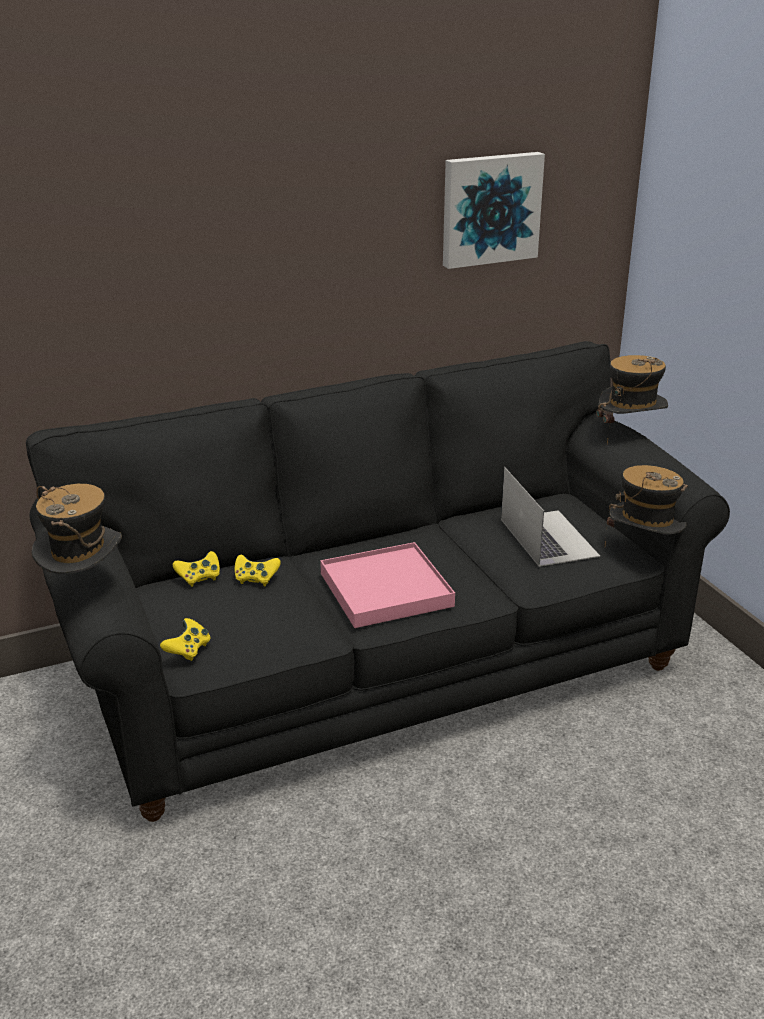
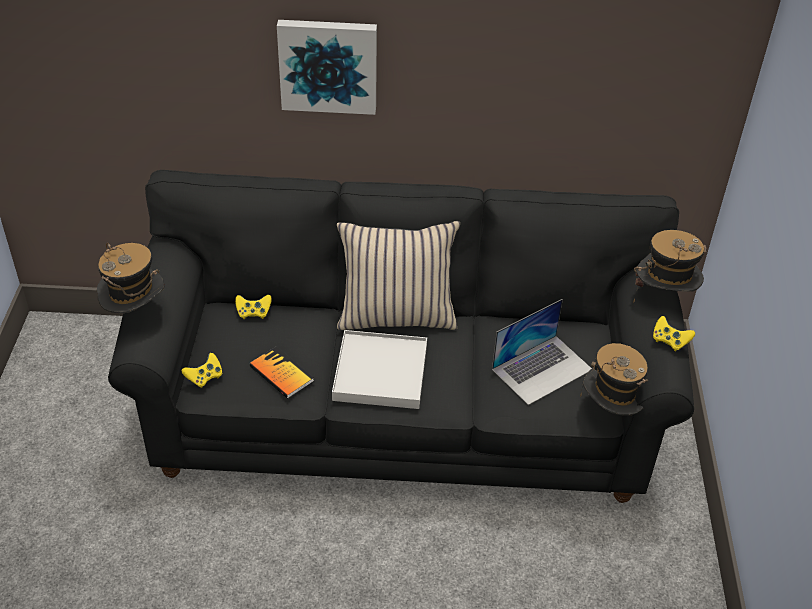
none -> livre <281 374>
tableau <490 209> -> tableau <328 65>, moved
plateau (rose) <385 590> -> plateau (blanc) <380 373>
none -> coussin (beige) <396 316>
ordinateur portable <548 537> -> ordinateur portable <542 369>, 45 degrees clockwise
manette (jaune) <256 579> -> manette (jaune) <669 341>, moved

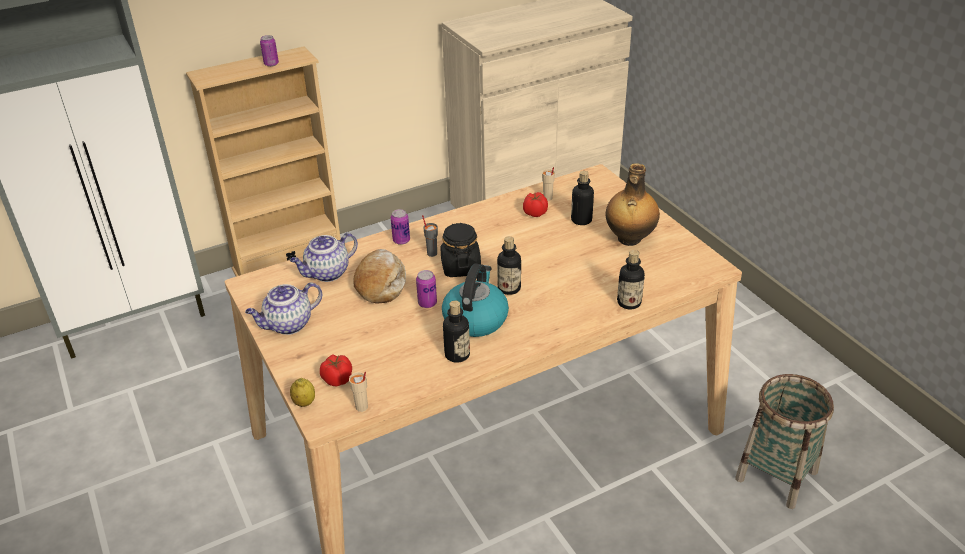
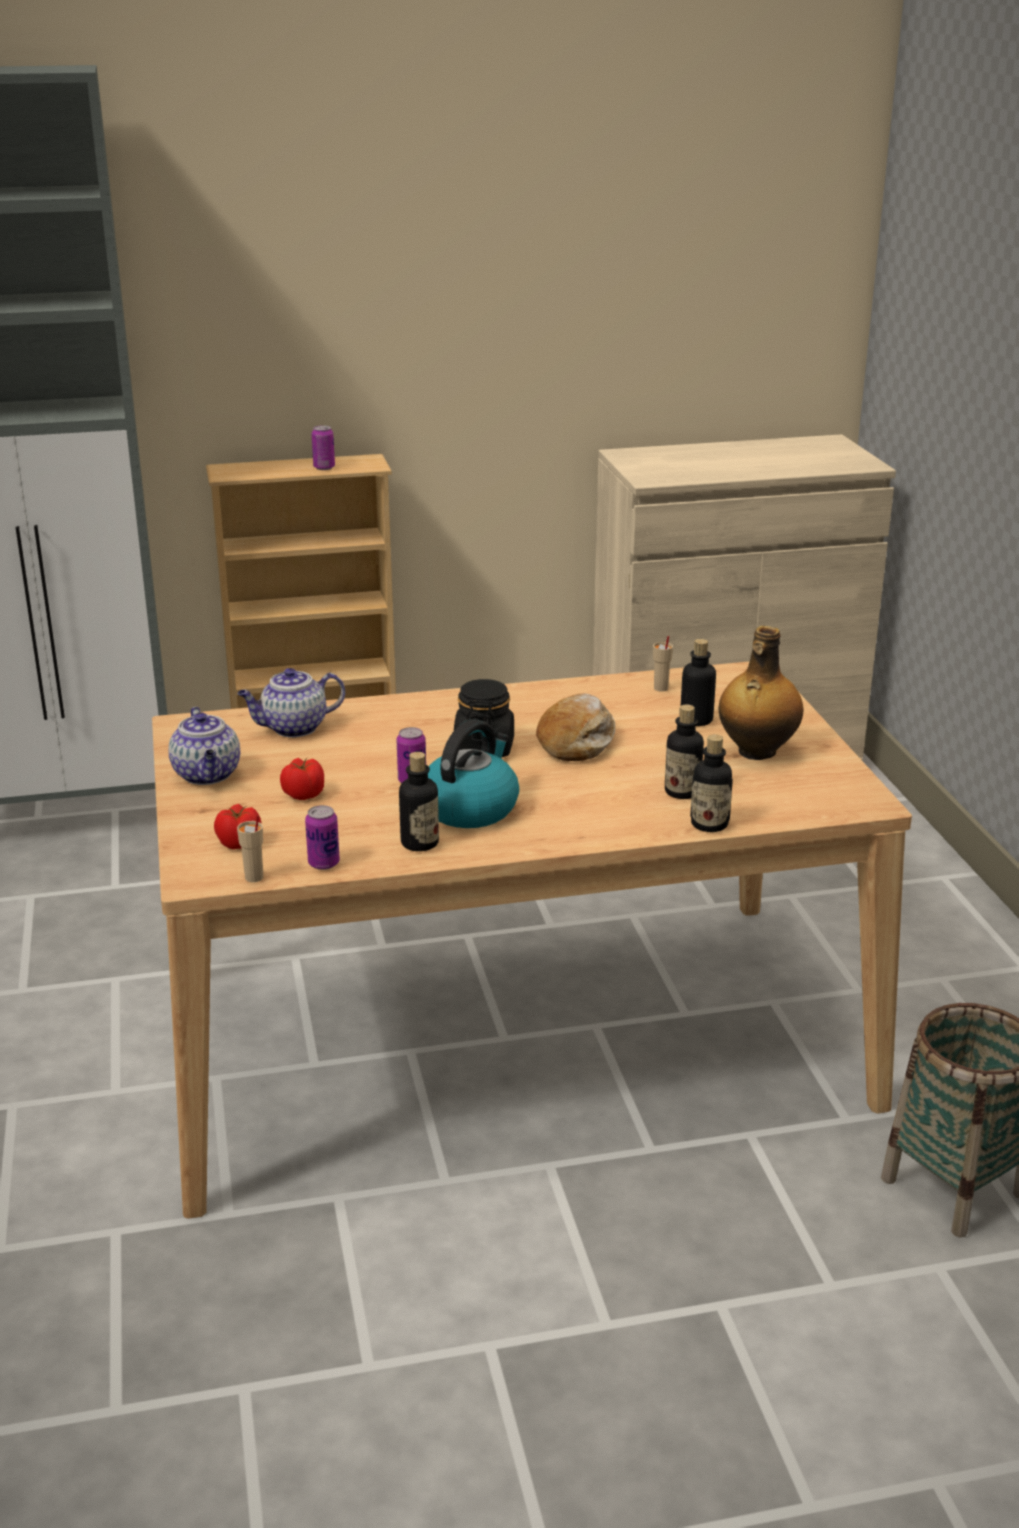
théière <288 325> -> théière <208 775>, 90 degrees counterclockwise
tomate <534 213> -> tomate <303 794>, moved
boîte métallique <401 240> -> boîte métallique <324 863>, moved
pain <381 283> -> pain <576 741>, moved
bouteille <509 288> -> bouteille <682 792>, moved
citron <304 403> -> none
tasse (gris) <432 253> -> none

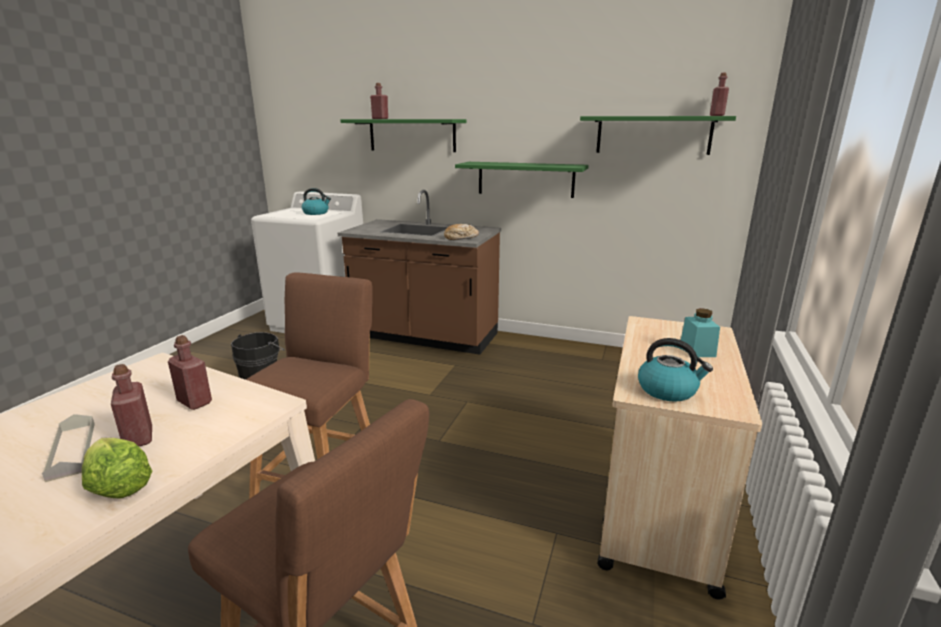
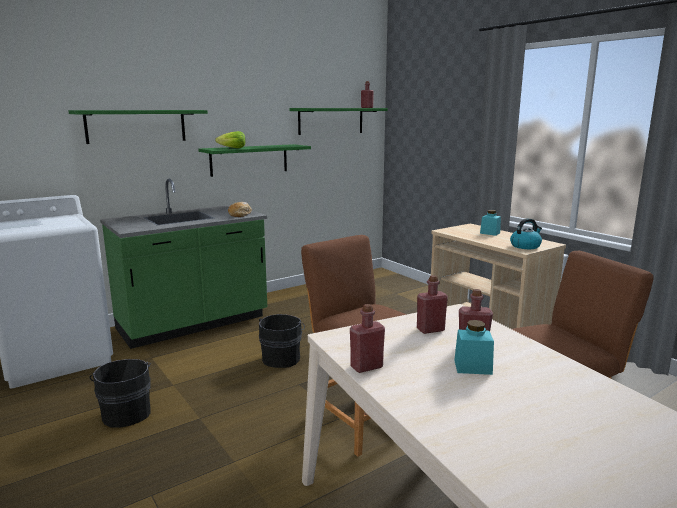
comptoir de cuisine (marron) <424 337> -> comptoir de cuisine (vert) <193 324>
laitue <118 485> -> laitue <232 148>, moved
none -> seau (noir) <282 358>
bouteille (rouge) <380 119> -> bouteille (rouge) <366 367>, moved
plateau (gris) <71 450> -> bocal (turquoise) <473 367>
bouilloire <316 213> -> none

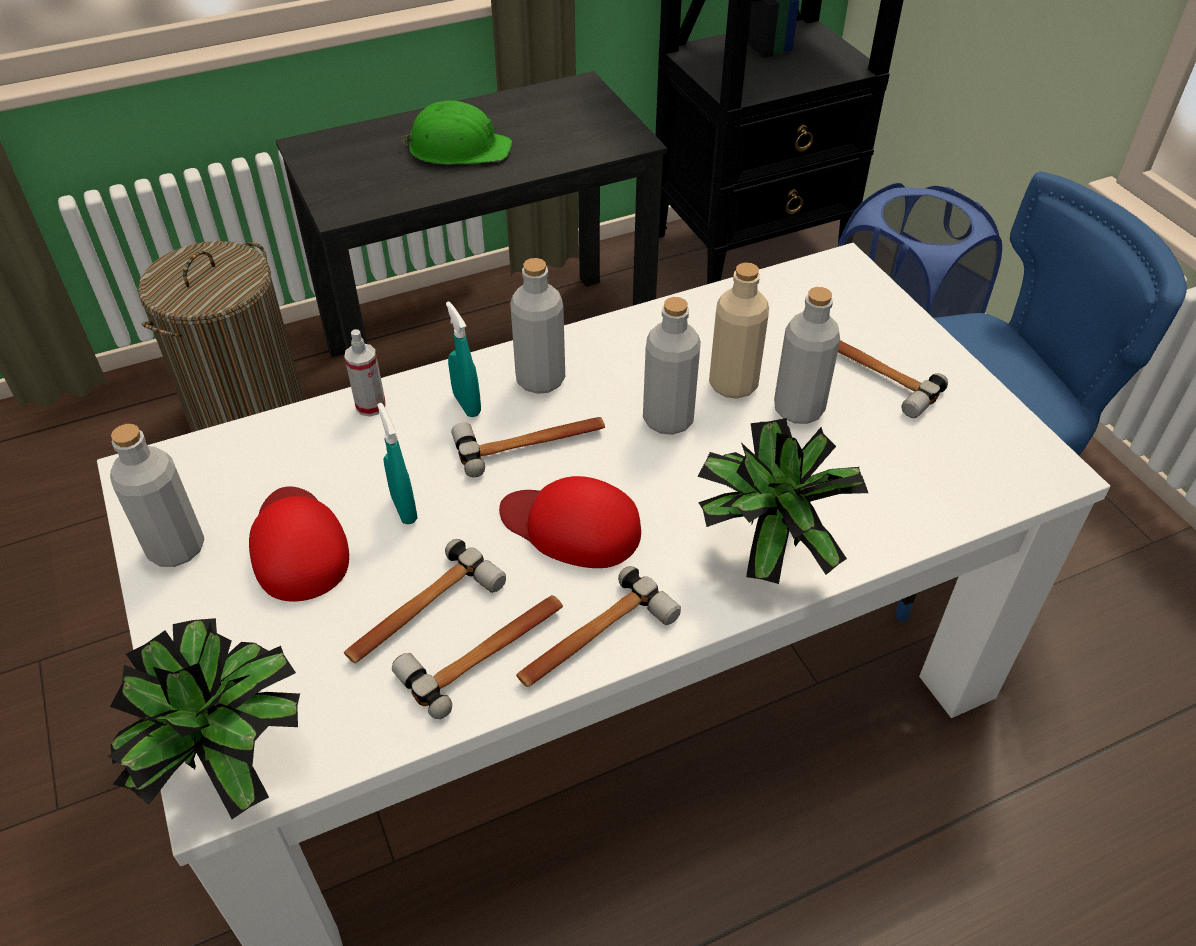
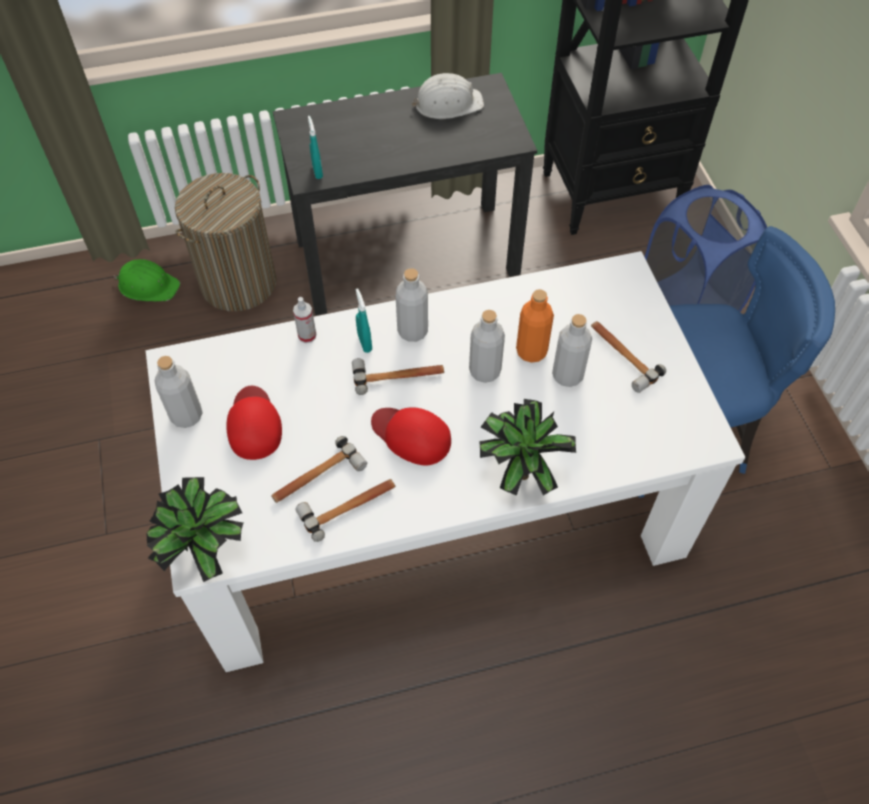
casque de chantier (vert) <458 148> -> casque de chantier (vert) <148 285>, moved
vaporisateur (turquoise) <404 509> -> vaporisateur (turquoise) <317 171>, moved
none -> casque de chantier (blanc) <448 104>
bouteille (beige) <733 384> -> bouteille (orange) <531 351>
marteau <593 641> -> none

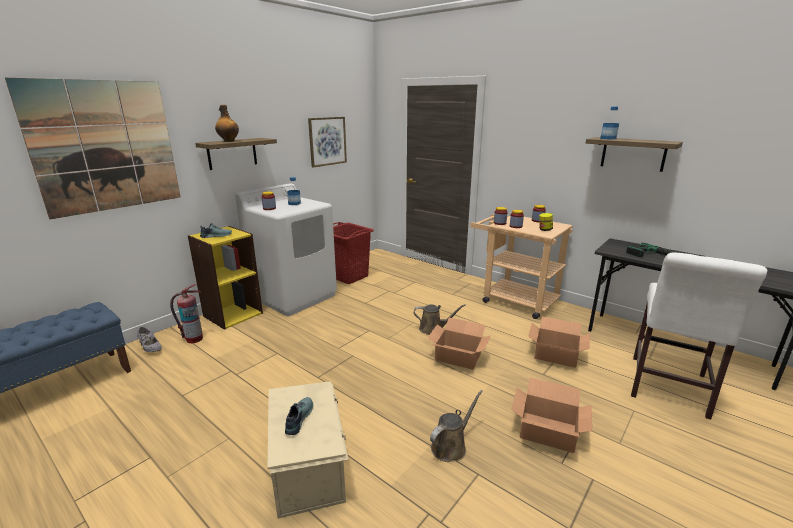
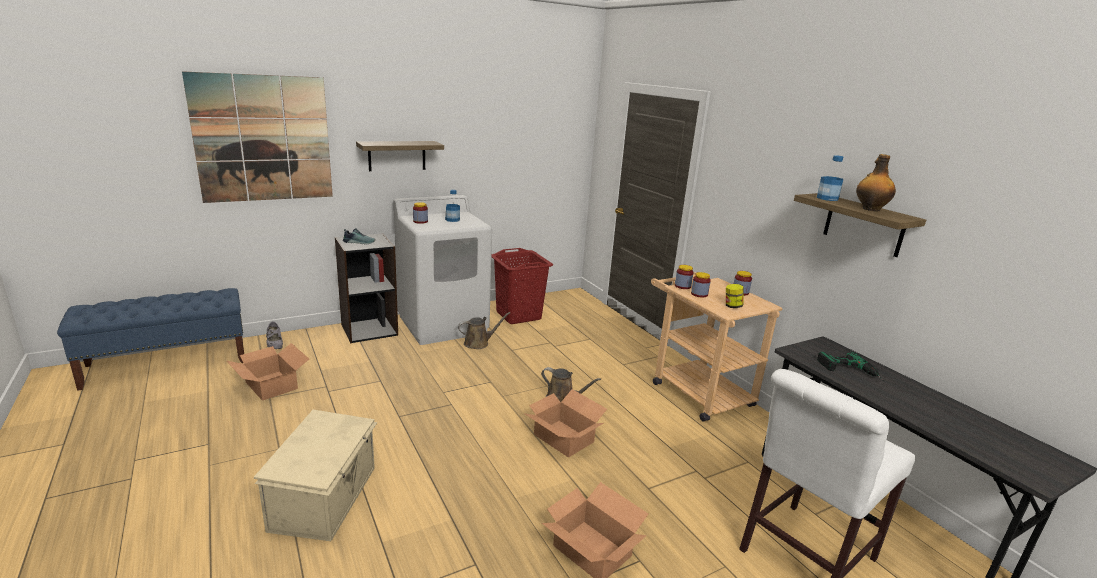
carton <556 355> -> carton <271 386>, moved
bibliothèque (jaune) <232 314> -> bibliothèque (noir) <369 329>
arrosoir (marron) <451 446> -> arrosoir (marron) <479 343>, moved
bouteille <228 141> -> bouteille <870 209>, moved
extincteur <194 339> -> none
chaussure <298 418> -> none
tableau <327 141> -> none

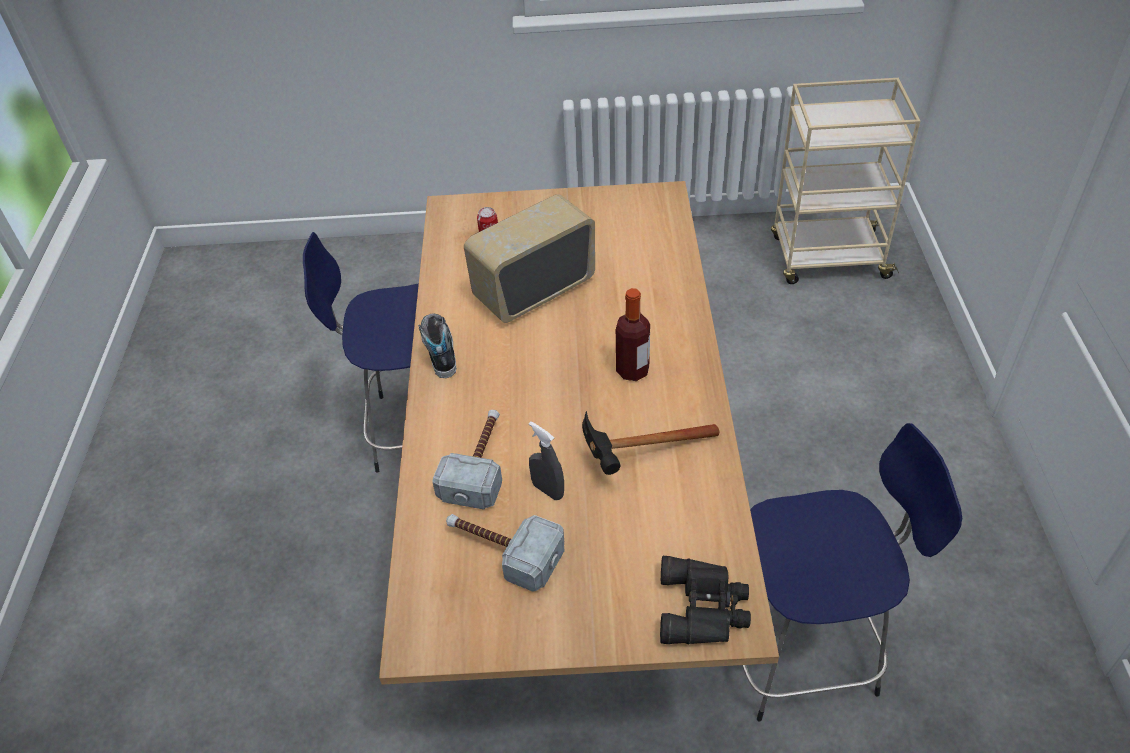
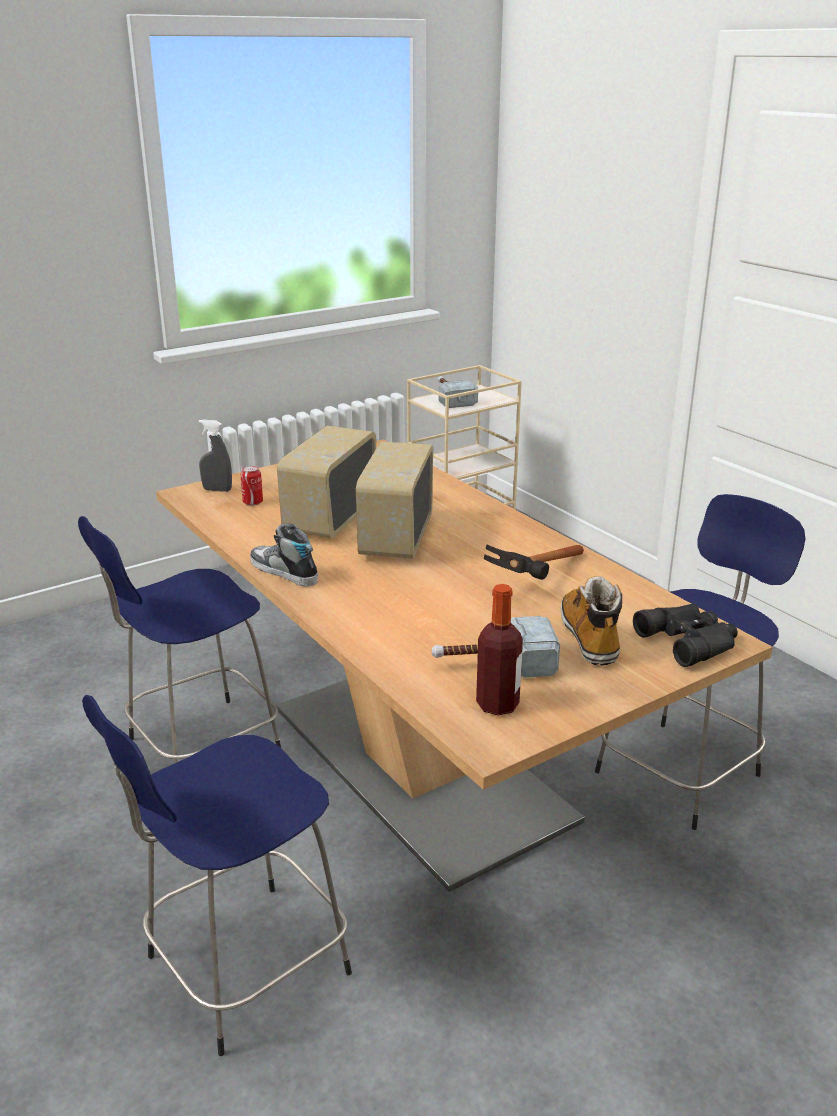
none -> tabouret (bleu) <241 968>
vaporisateur (gris) <548 490> -> vaporisateur (gris) <217 490>, moved
none -> radio <395 538>
marteau <480 464> -> marteau <451 398>, moved
bouteille <632 370> -> bouteille <497 705>, moved
none -> botte <590 638>

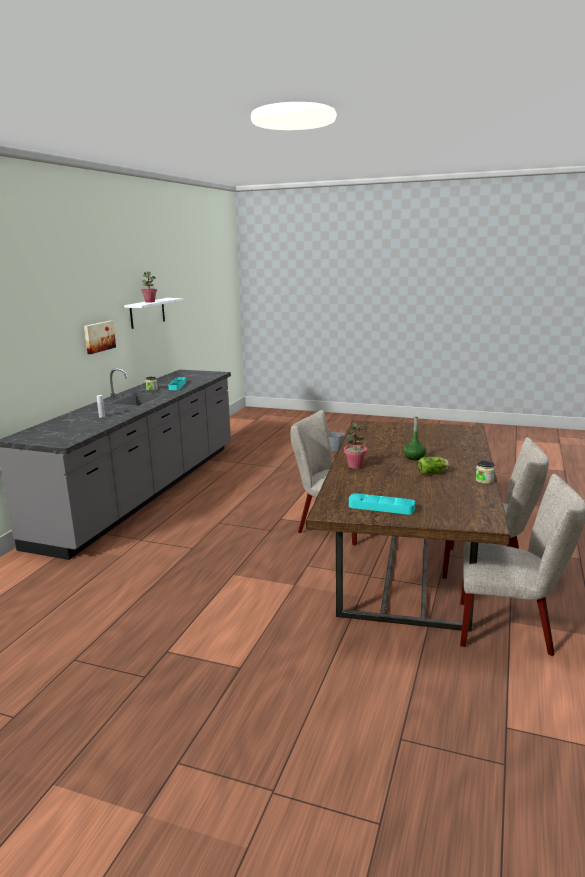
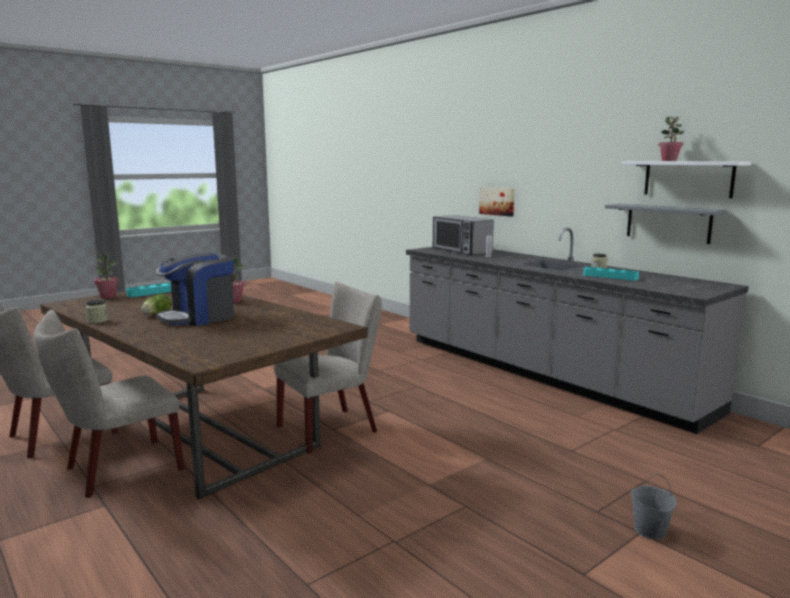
none -> plante en pot <108 296>
bouteille (vert) <414 457> -> machine à café <199 318>
none -> micro-ondes <461 250>
tableau <98 337> -> tableau <497 201>, moved
none -> étagère (gris) <668 223>

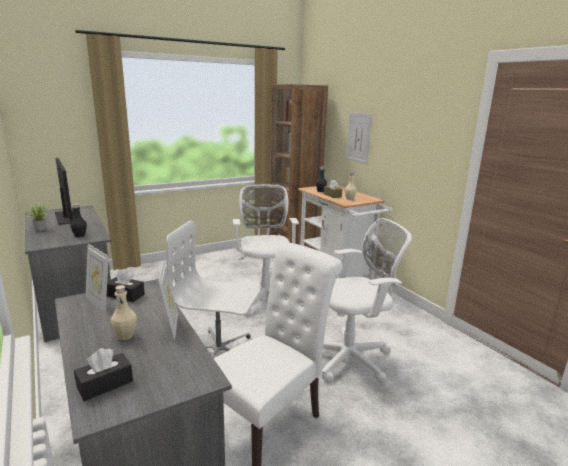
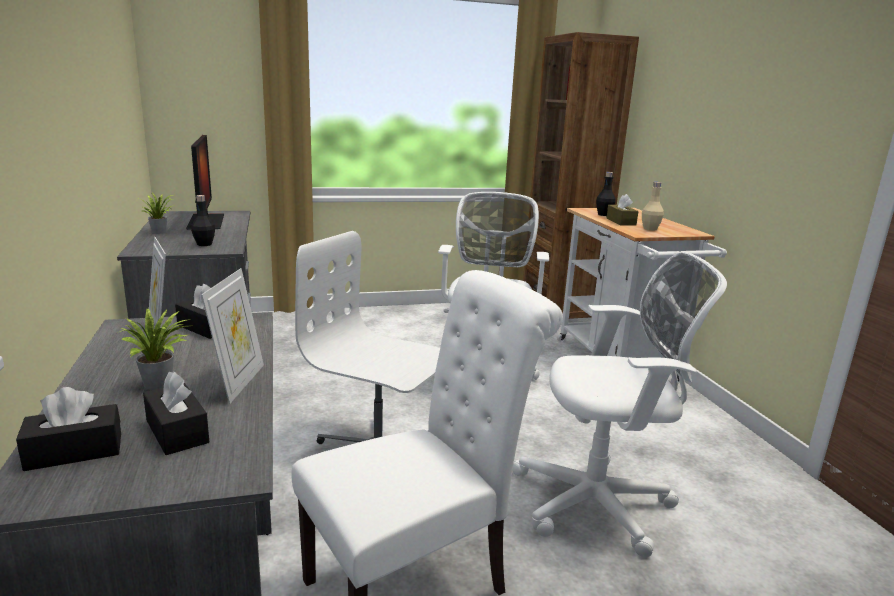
bouteille (beige) <125 335> -> plante en pot <161 384>
none -> boîte à mouchoirs (noir) <177 431>
tableau <358 138> -> none

